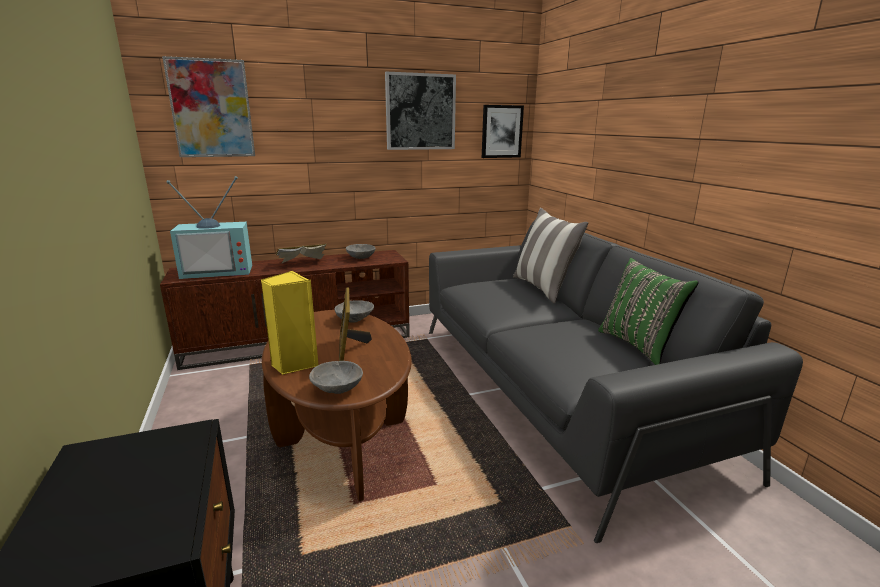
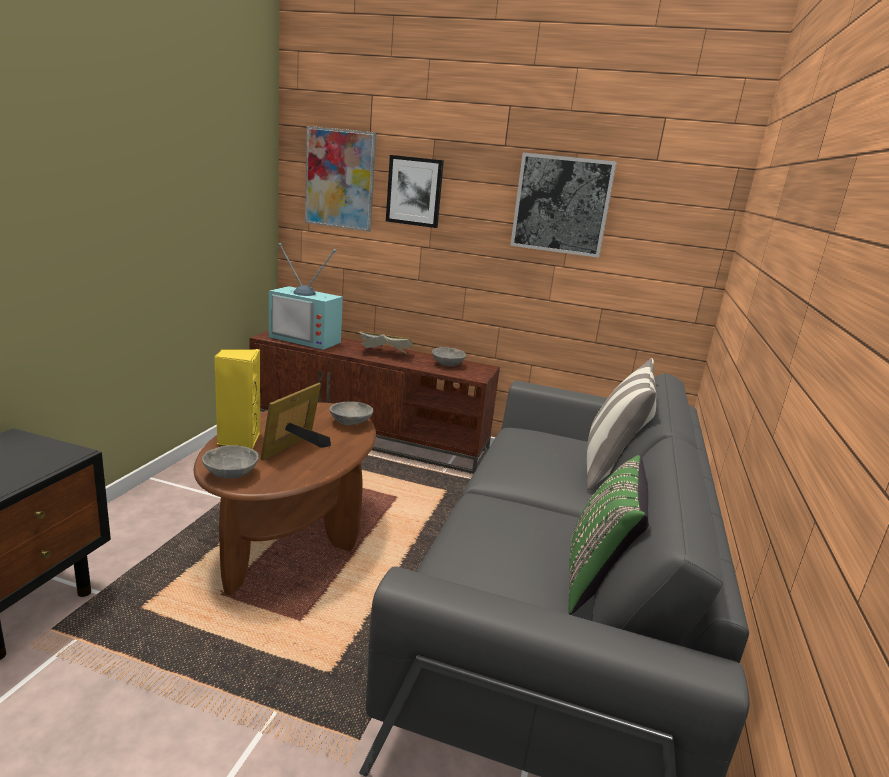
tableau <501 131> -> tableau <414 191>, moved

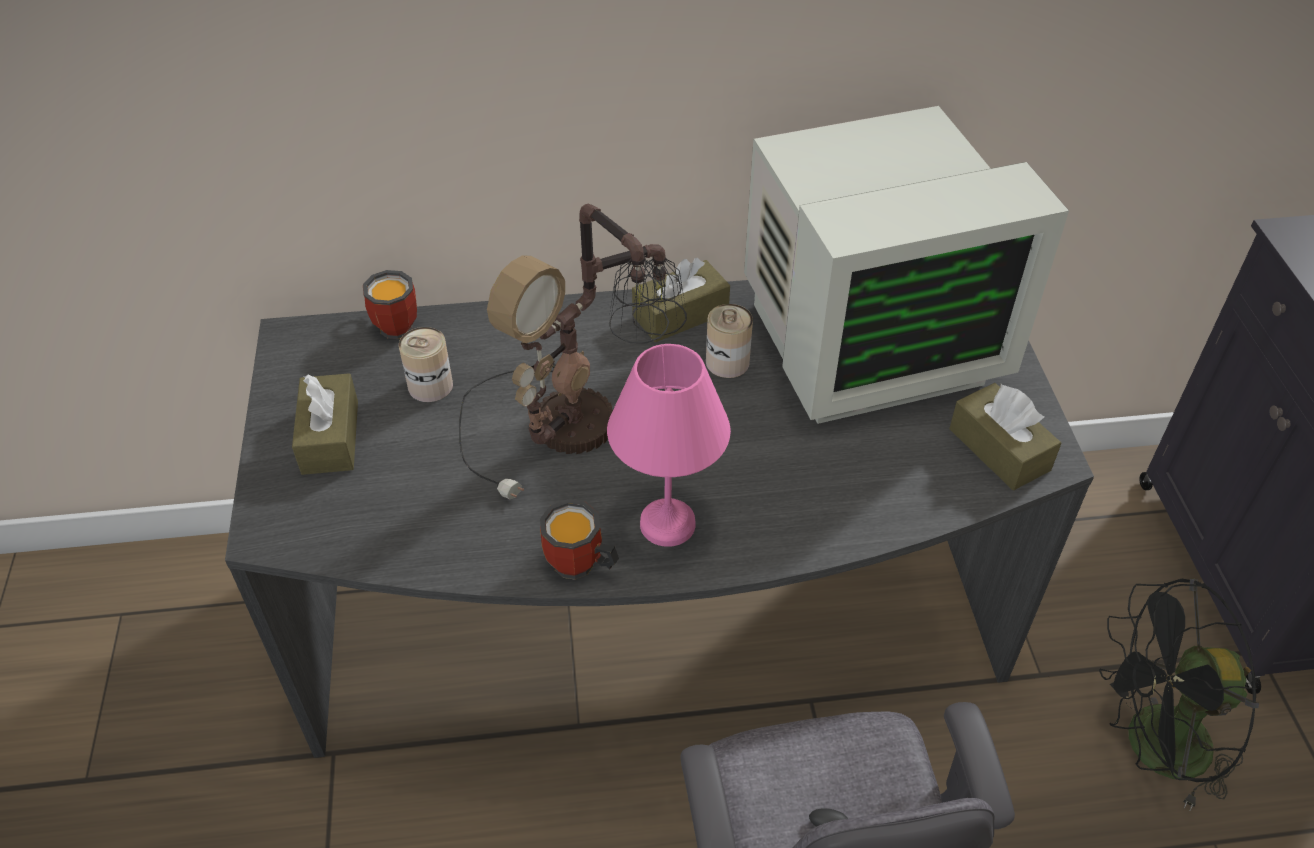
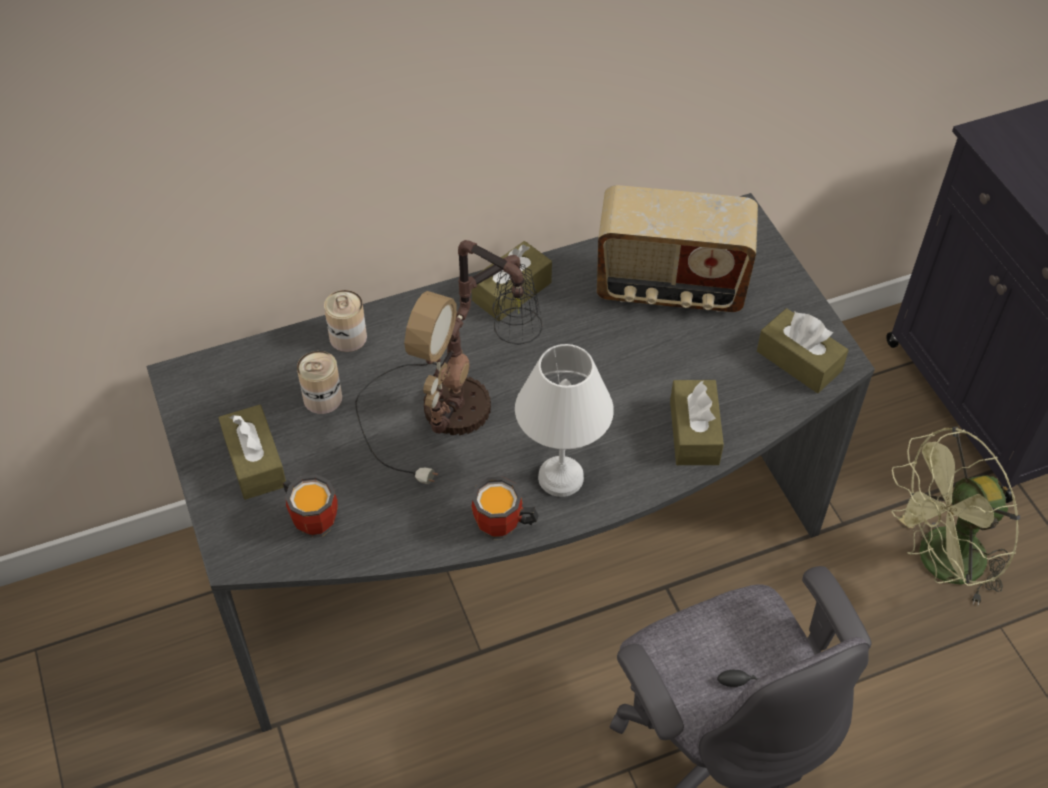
mug <396 322> -> mug <313 518>, moved
boîte métallique <727 362> -> boîte métallique <348 337>, moved
lampe de table (rose) <667 521> -> lampe de table (blanc) <560 475>
écran d'ordinateur <864 342> -> radio <670 288>
none -> boîte à mouchoirs (marron) <694 432>
ventilateur (noir) <1151 748> -> ventilateur (vert) <939 564>

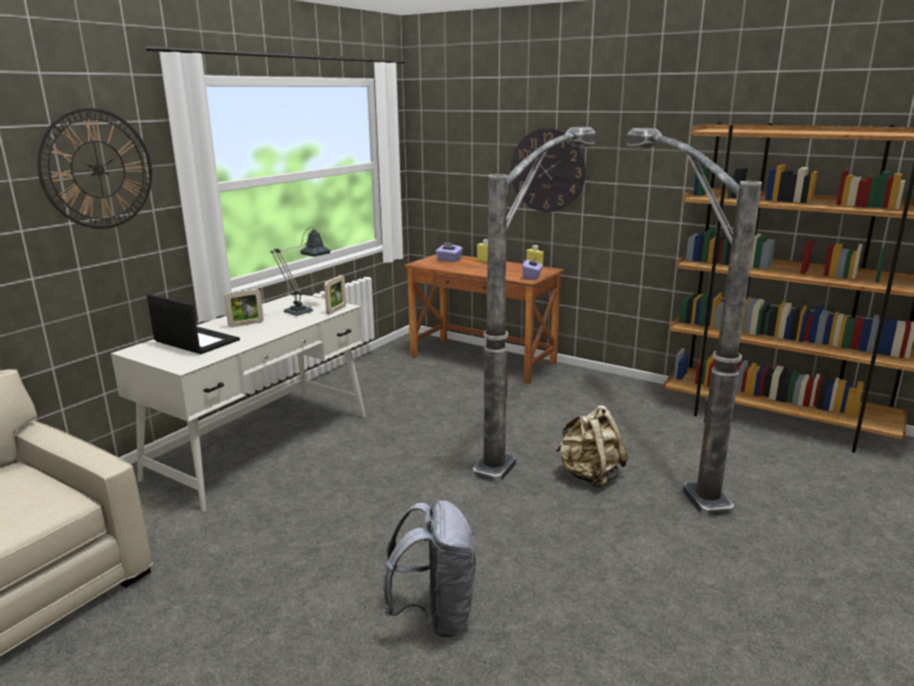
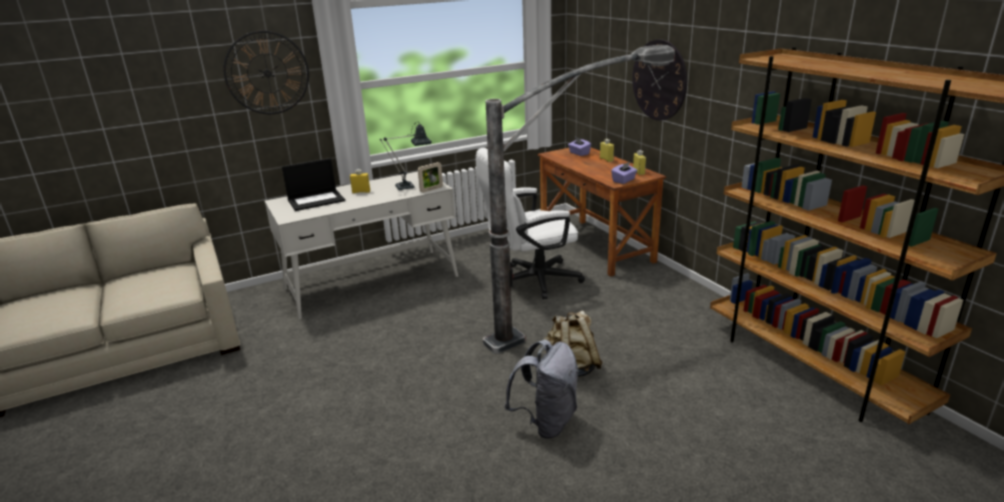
ordinateur portable <195 341> -> ordinateur portable <316 200>, 90 degrees clockwise
cadre photo <246 324> -> bouteille (jaune) <361 192>
none -> chaise de bureau (blanc) <530 281>
sac à dos (gris) <435 615> -> sac à dos (gris) <546 422>, moved
lampadaire <657 443> -> none

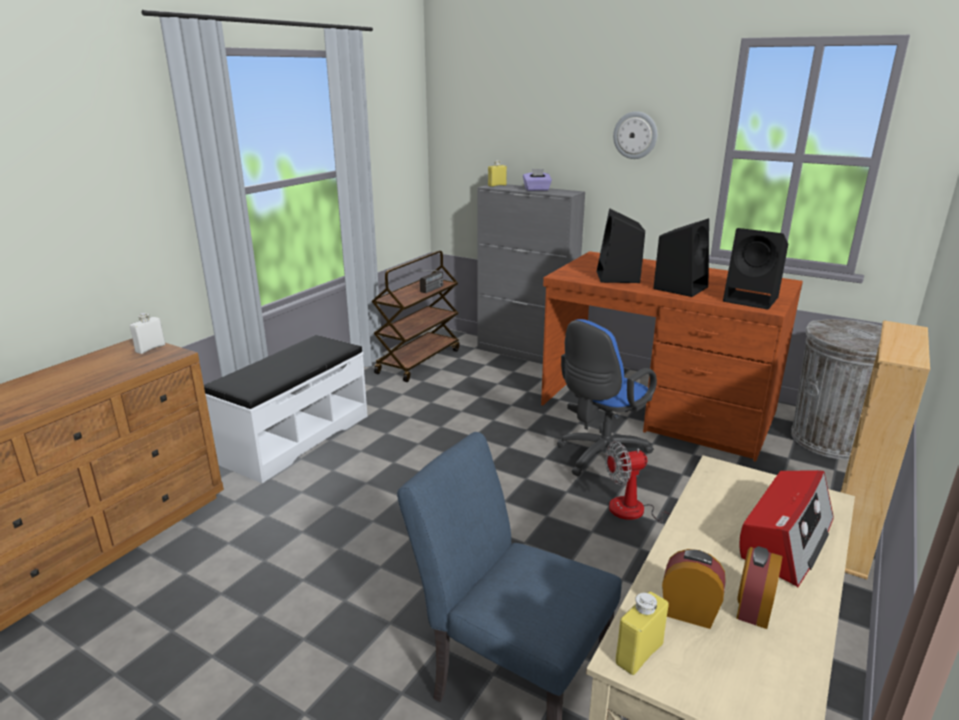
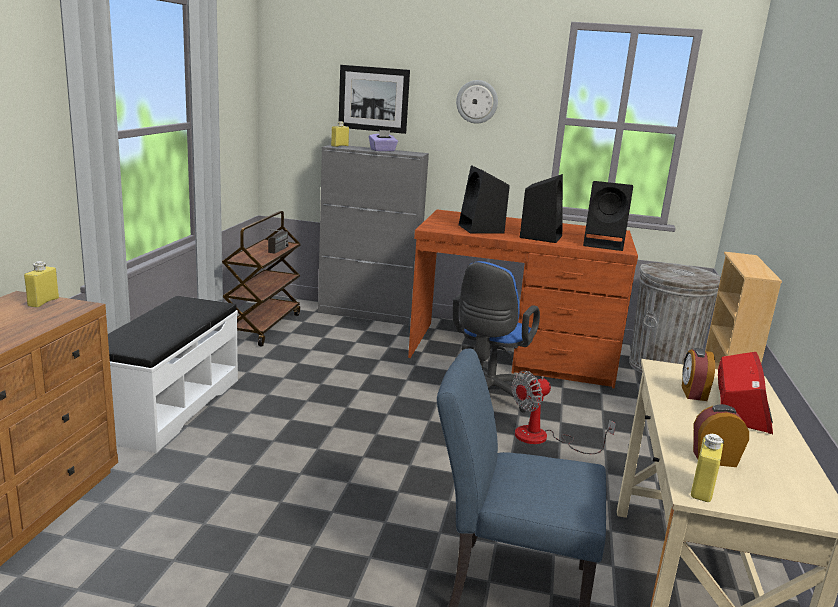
bouteille (blanc) <150 348> -> bouteille (jaune) <43 302>
none -> tableau <373 99>
réveil <753 608> -> réveil <693 393>, moved

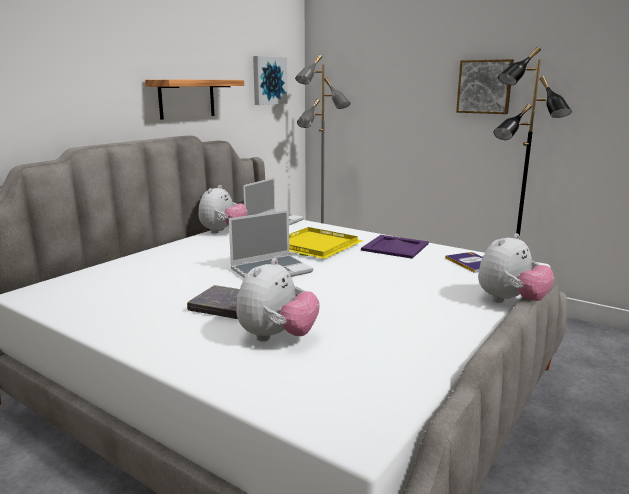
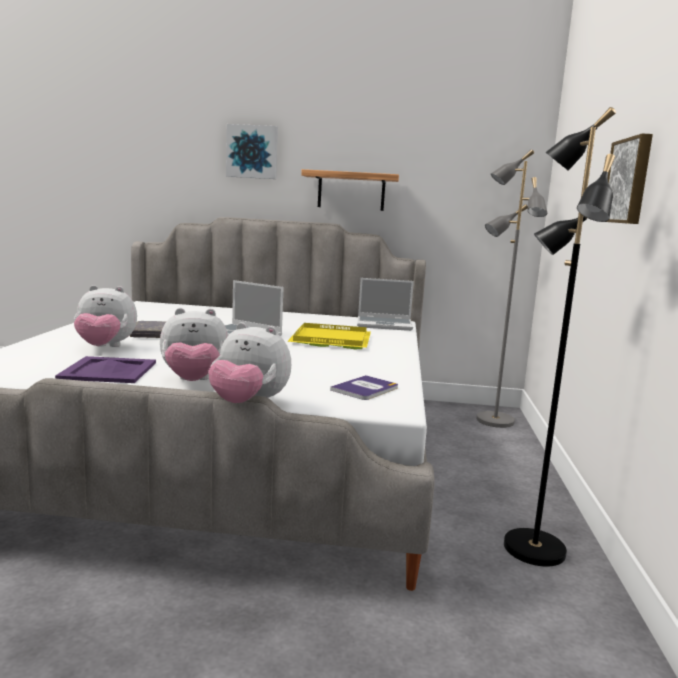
plateau (violet) <395 247> -> plateau (violet) <107 371>, moved
peluche <223 231> -> peluche <194 381>, moved
tableau <268 80> -> tableau <252 152>, moved

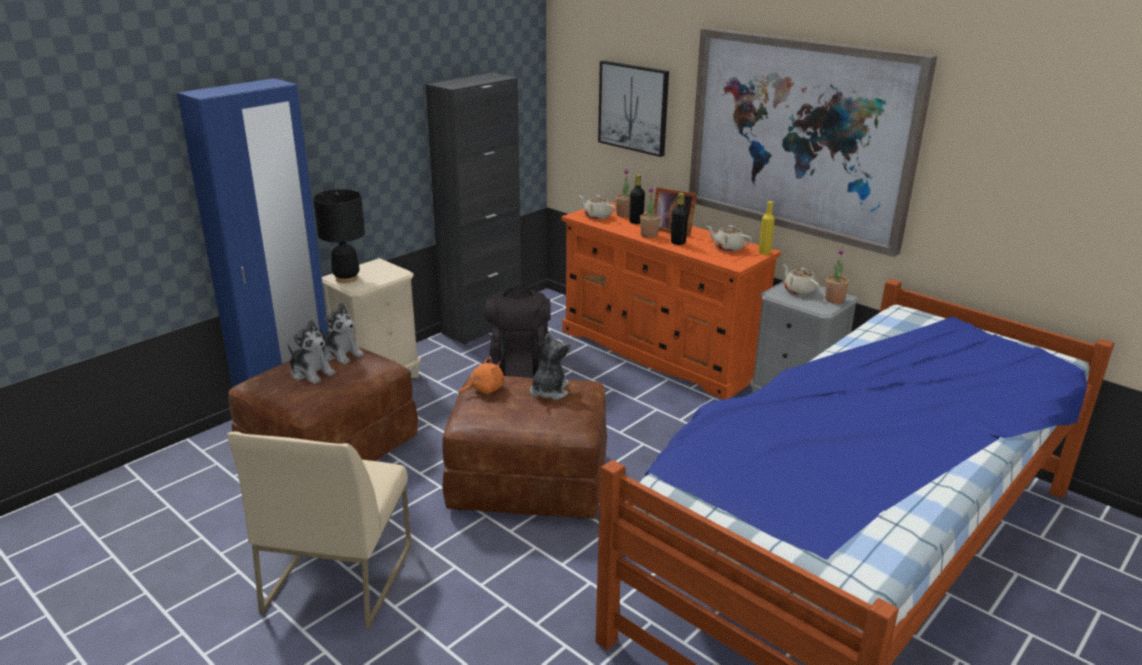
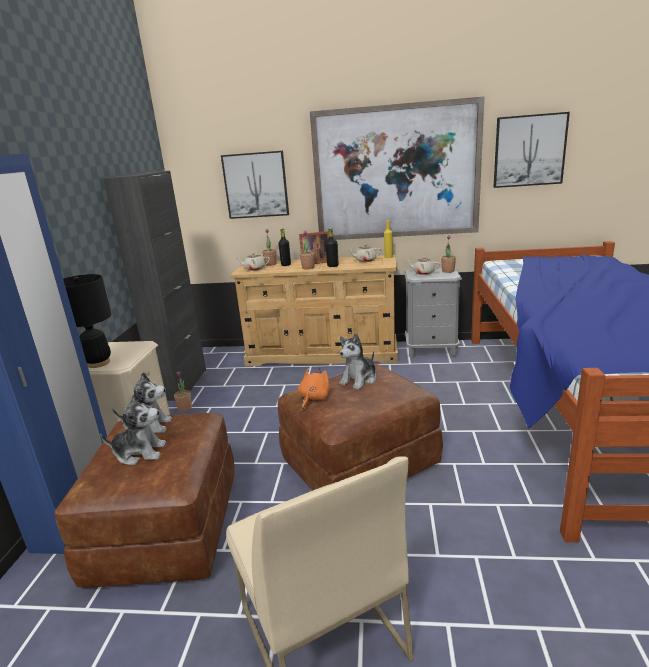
none -> plante en pot <185 408>
commode (orange) <660 352> -> commode (beige) <323 354>
peluche <549 391> -> peluche <359 379>, 120 degrees counterclockwise
none -> tableau <529 150>
sac à dos (noir) <519 364> -> none

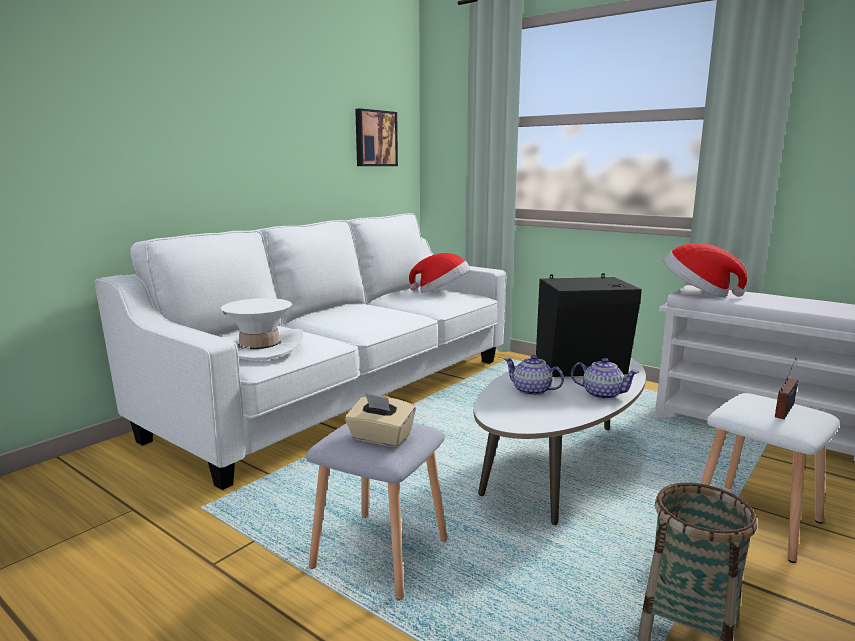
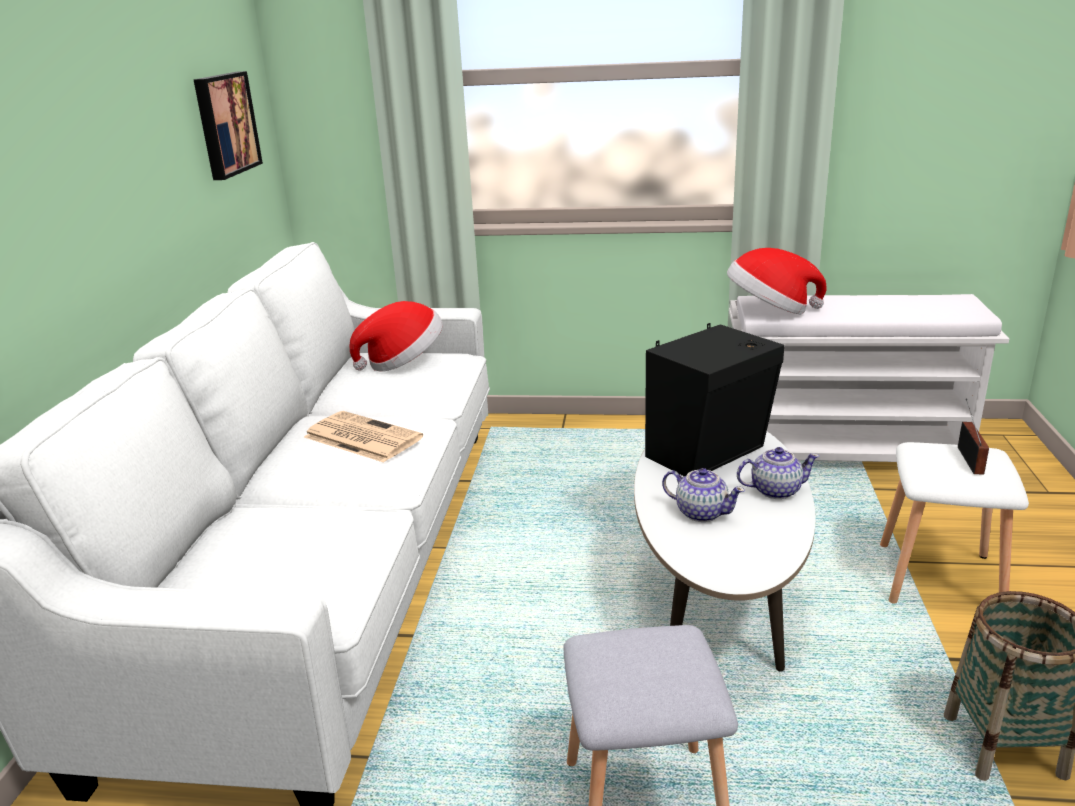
none -> journal <361 437>
théière <532 391> -> théière <701 512>, 150 degrees counterclockwise
chapeau (blanc) <259 347> -> none
boîte à mouchoirs (beige) <380 438> -> none

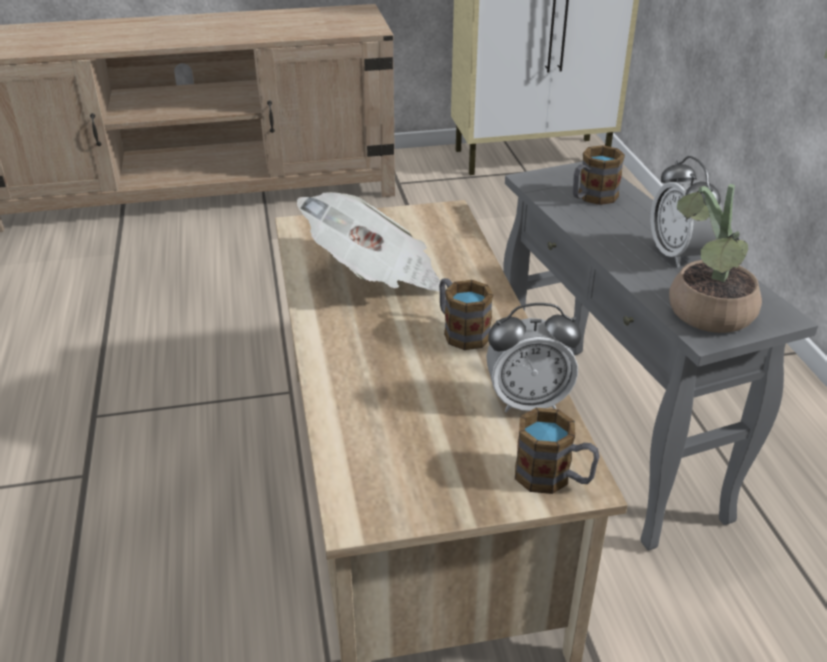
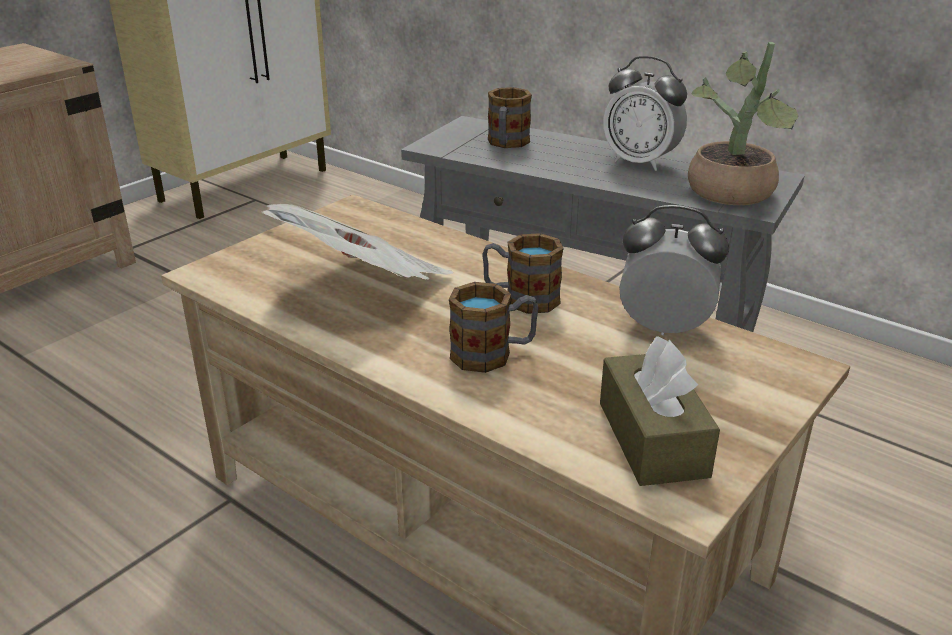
mug <553 478> -> mug <493 354>, moved
none -> boîte à mouchoirs (marron) <652 439>
réveil <527 401> -> réveil <664 328>, 120 degrees counterclockwise

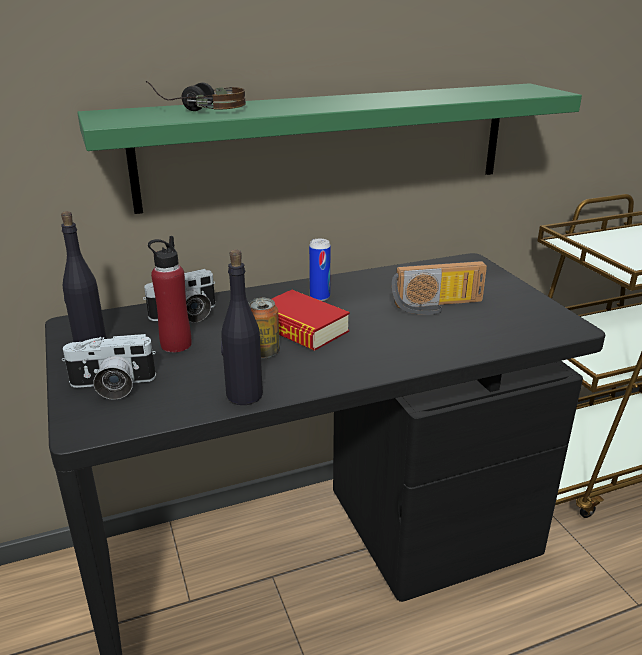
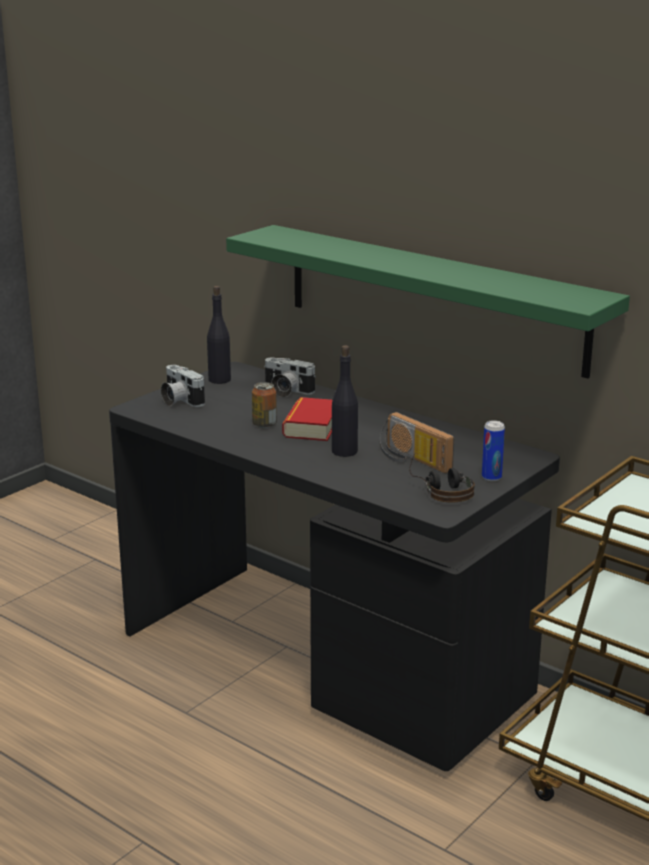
bouteille (noir) <244 395> -> bouteille (noir) <344 451>, moved
casque audio <199 109> -> casque audio <440 489>, moved
boîte métallique <319 297> -> boîte métallique <491 477>, moved
bouteille (rouge) <176 345> -> none

